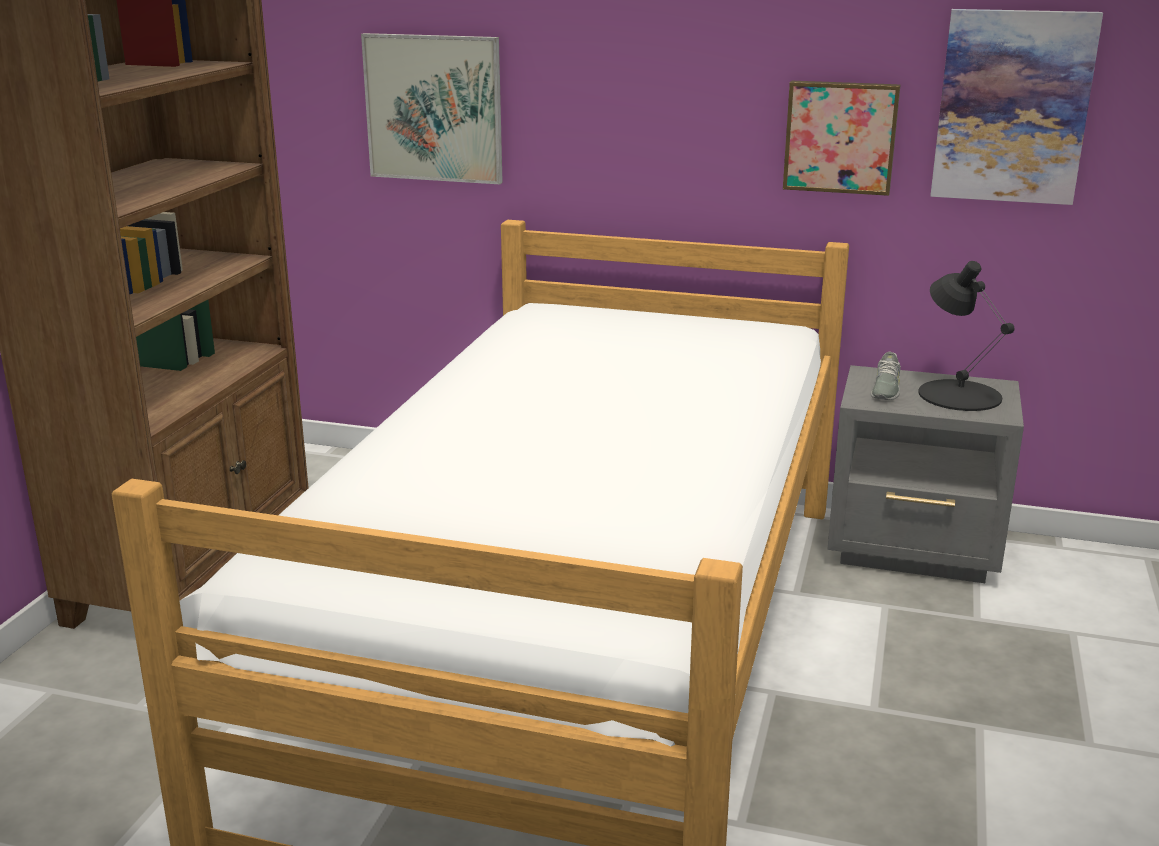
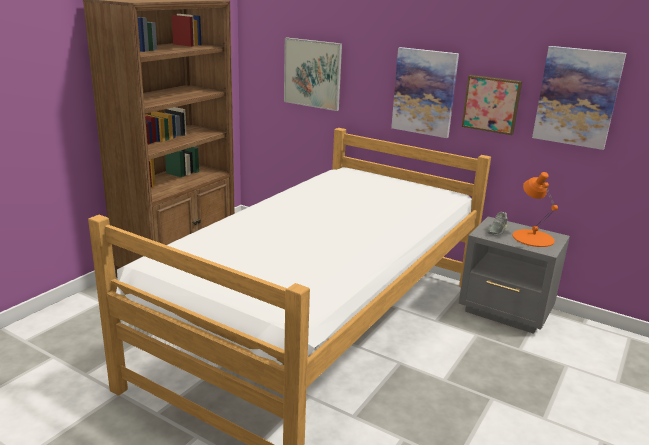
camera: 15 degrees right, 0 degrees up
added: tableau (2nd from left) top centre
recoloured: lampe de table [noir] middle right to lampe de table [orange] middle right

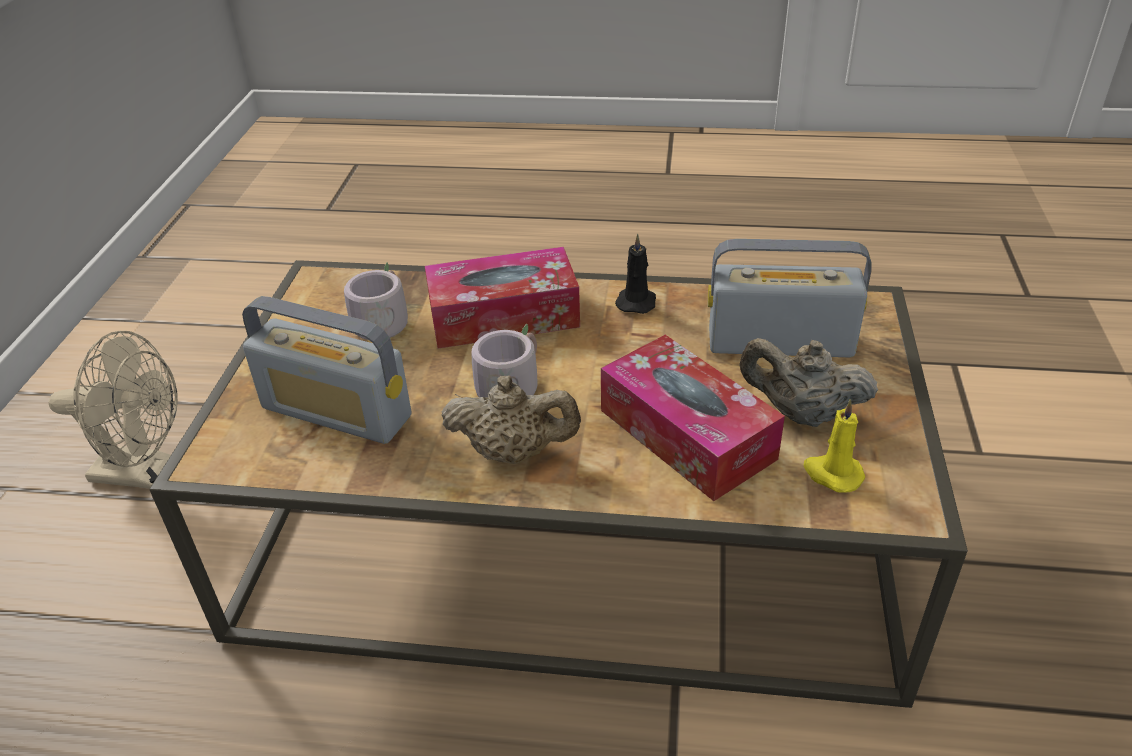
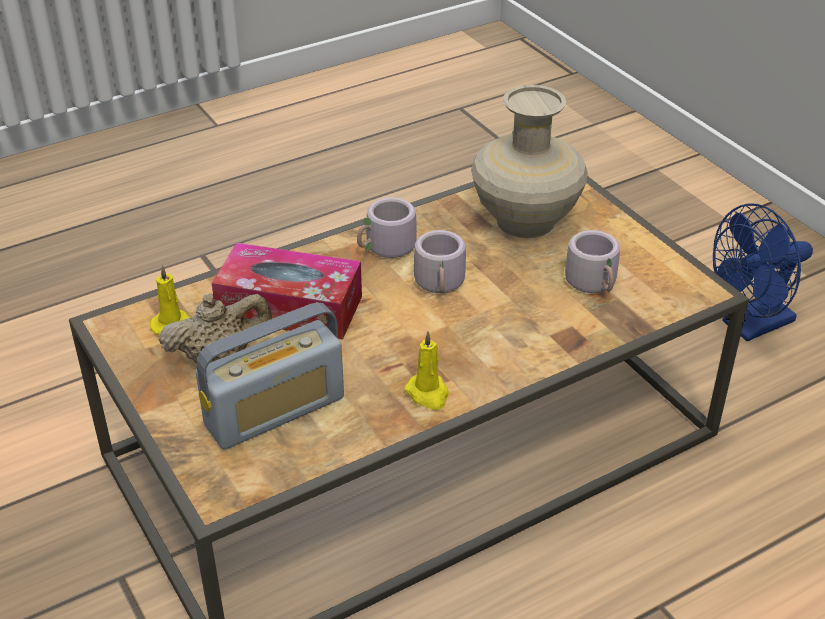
camera: 140 degrees right, 0 degrees up
removed: boîte à mouchoirs (1st from left) centre
replaced: radio (1st from left) middle left to vase [beige] top centre; théière [beige] (1st from left) centre to mug [gris] (1st from left) centre
recoloured: ventilateur [beige] middle left to ventilateur [bleu] middle right; bougie [noir] centre to bougie [jaune] (2nd from left) centre

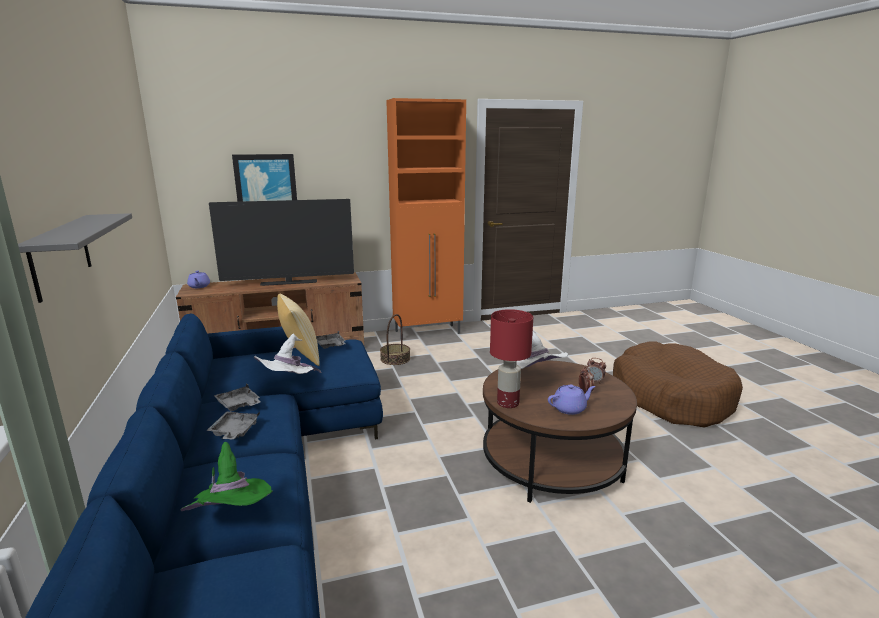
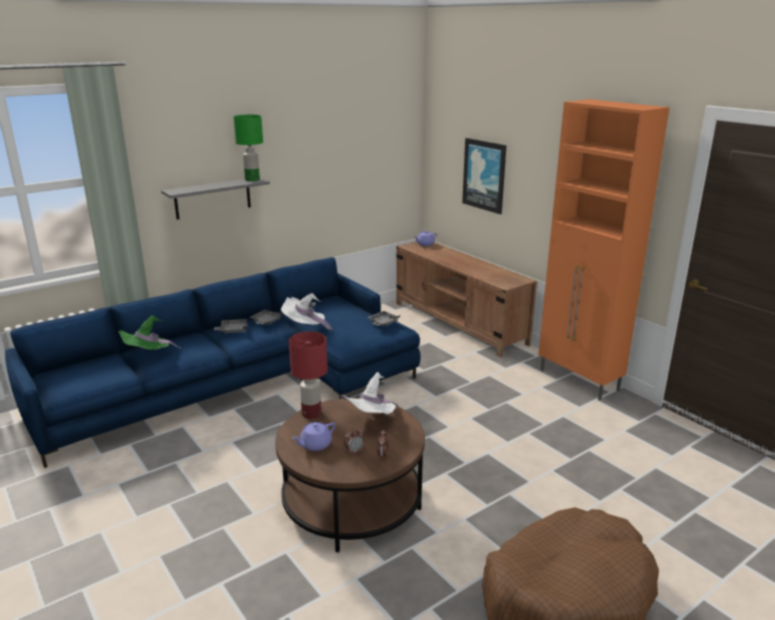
camera: 70 degrees right, 5 degrees up
removed: téléviseur middle left; coussin centre; panier centre
added: lampe de table [vert] top left
turned: théière [violet] (2nd from left in the first image) centre = bottom centre 90 degrees clockwise

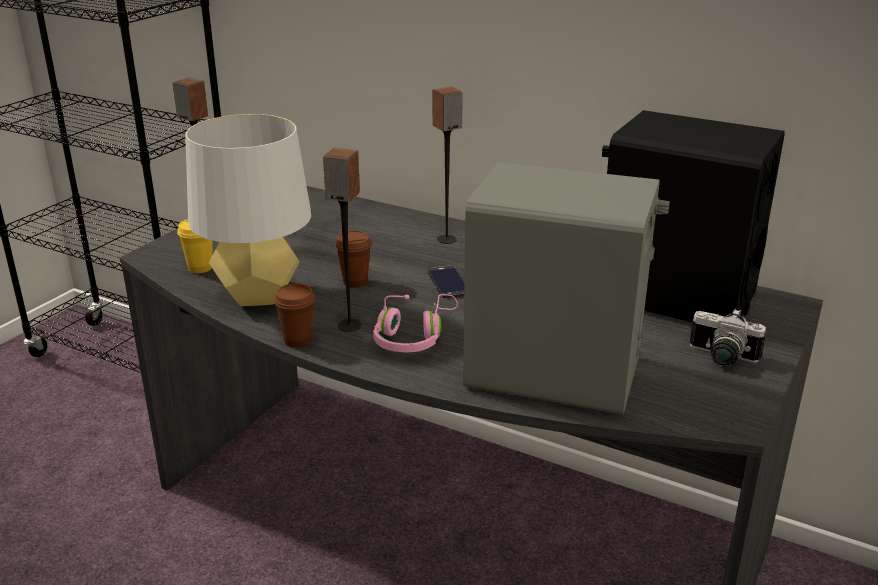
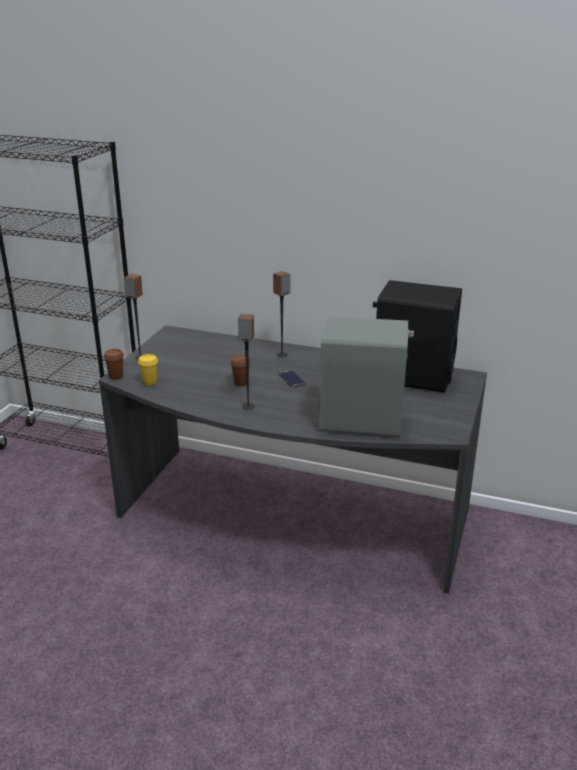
camera: 10 degrees left, 0 degrees up
removed: lampe de table [gris] middle left; casque audio [rose] centre; appareil photo middle right
moved: tasse [marron] (1st from left) centre to middle left

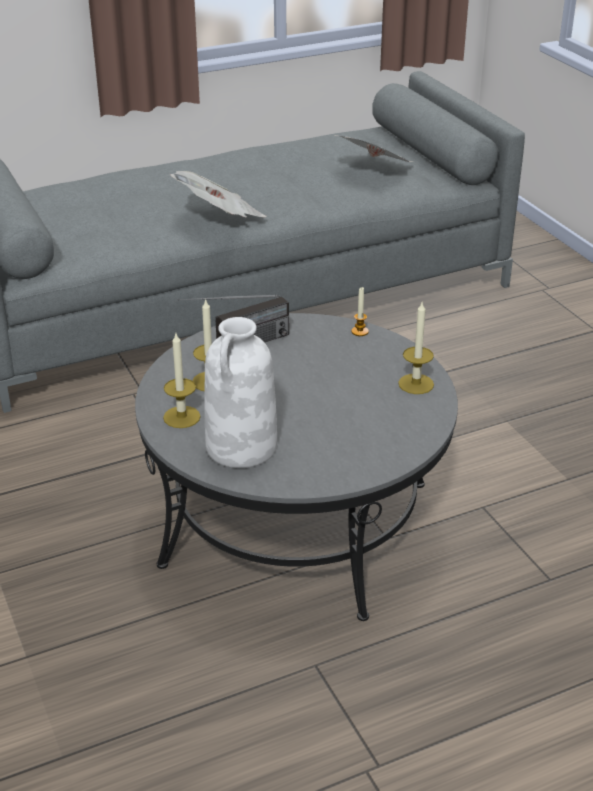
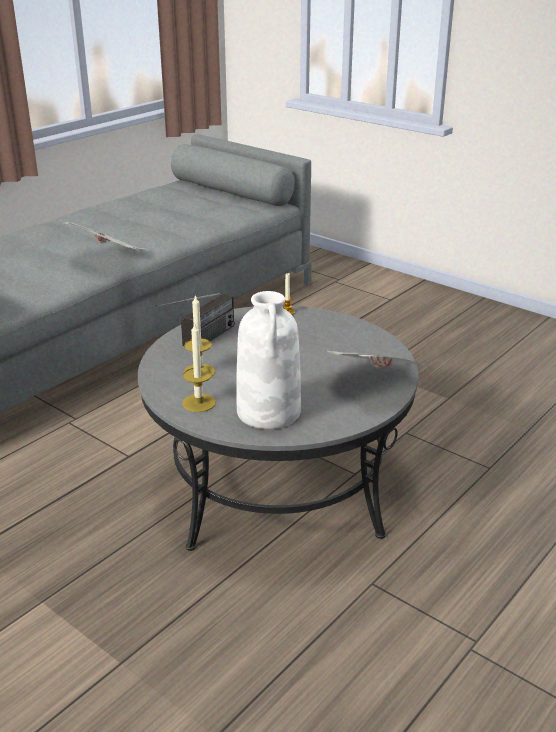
camera: 25 degrees left, 5 degrees down
removed: bougie (4th from left) middle right
moved: journal (2nd from left) top centre to middle right

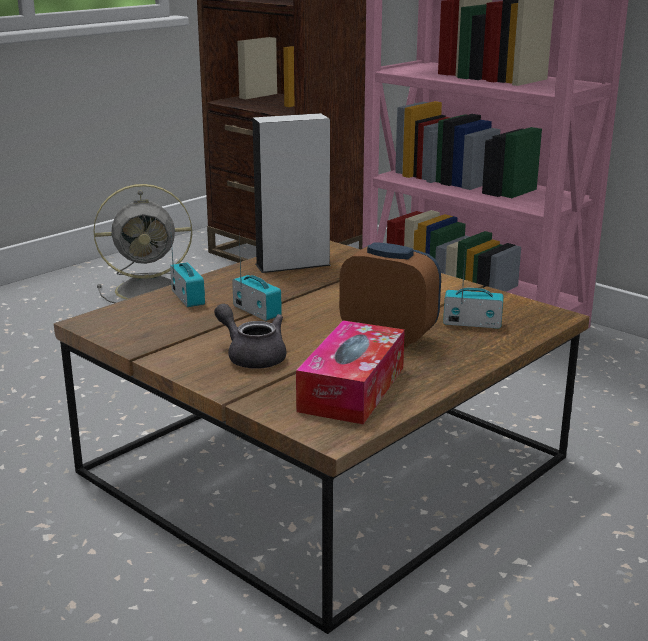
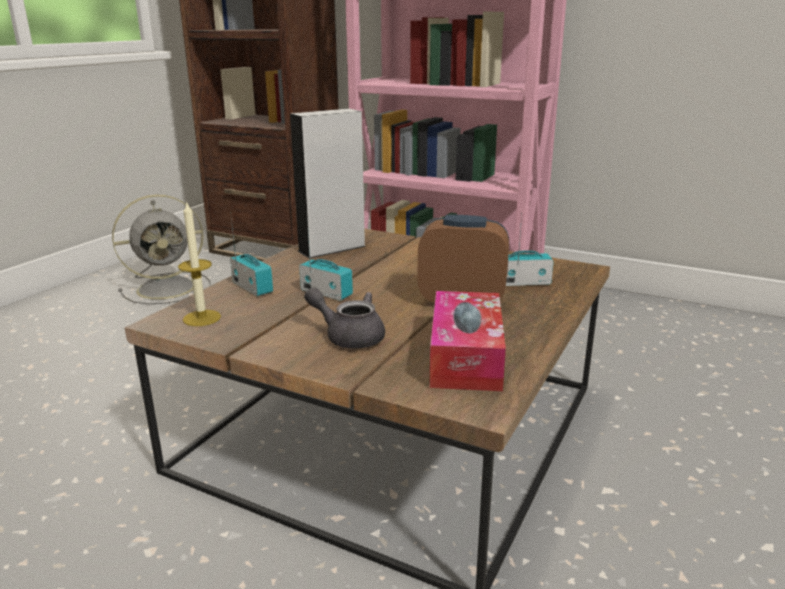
camera: 15 degrees left, 0 degrees up
added: bougie middle left

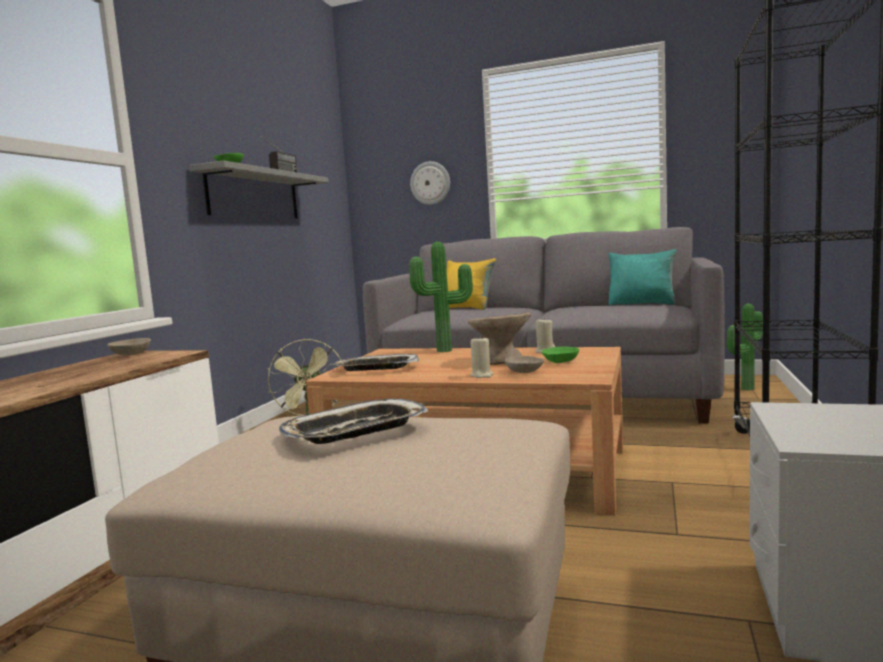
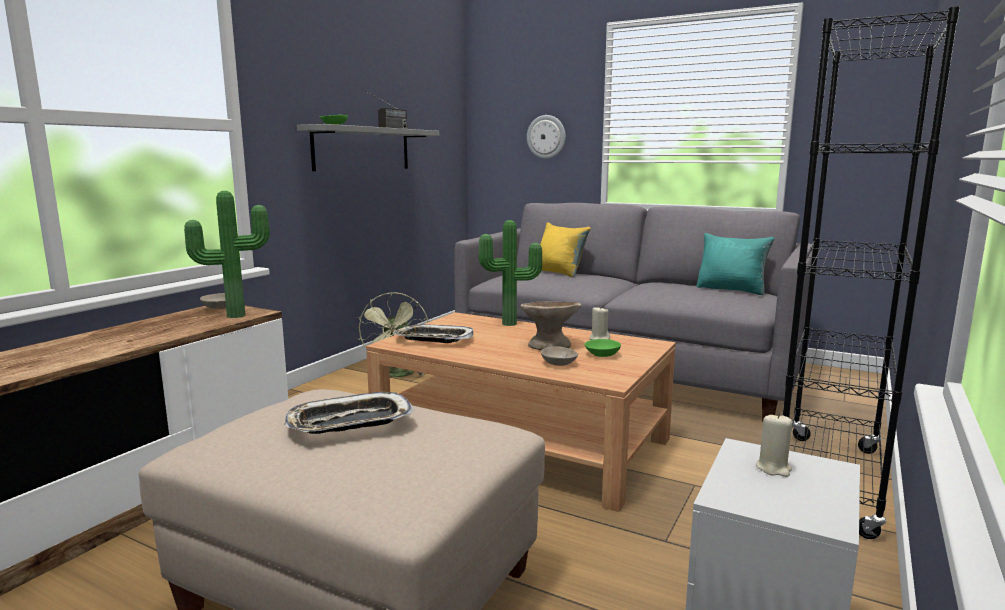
camera: 10 degrees right, 5 degrees up
moved: bougie [beige] (1st from left in the first image) centre to bougie [beige] (2nd from left) bottom right; plante en pot (2nd from left in the first image) middle right to plante en pot (1st from left) middle left

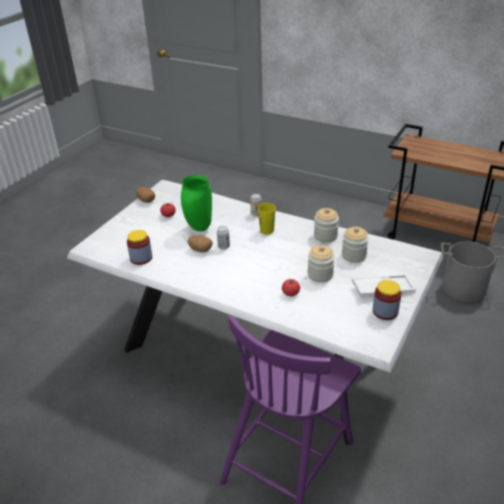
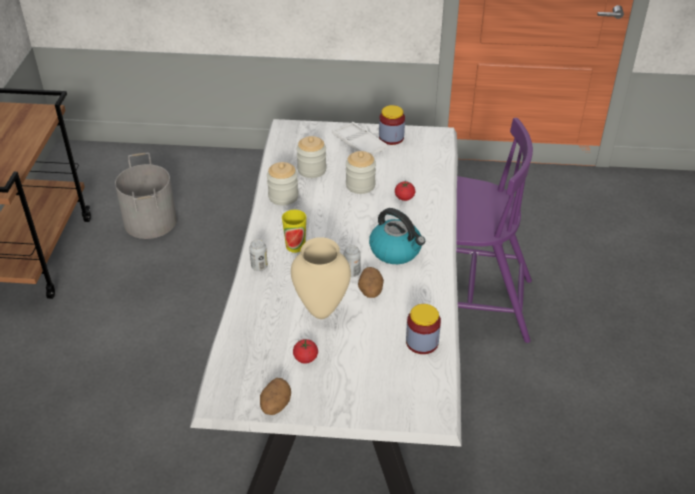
camera: 115 degrees left, 5 degrees up
added: bouilloire centre
recoloured: vase [vert] centre to vase [beige] centre

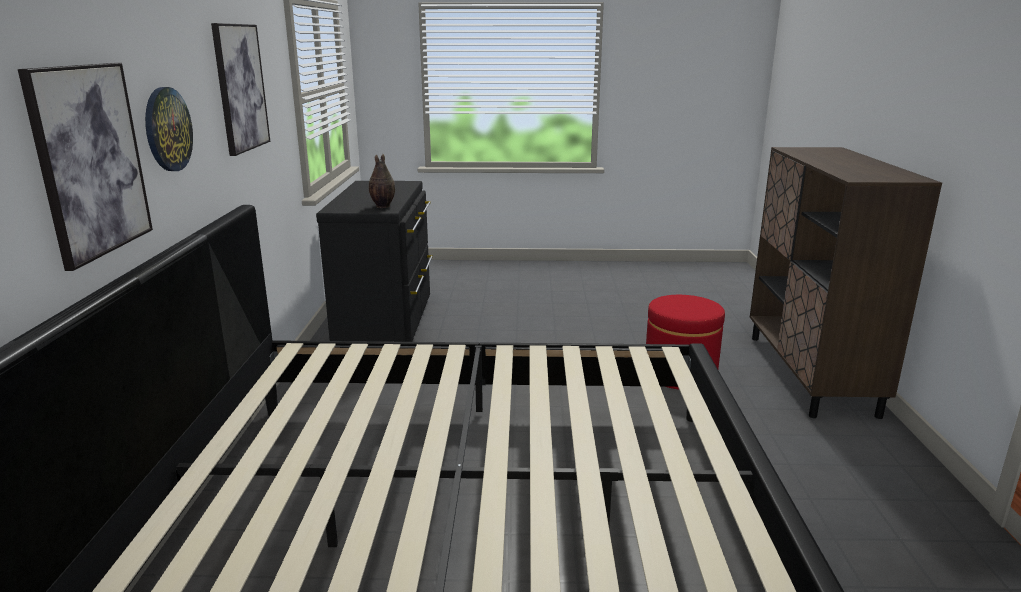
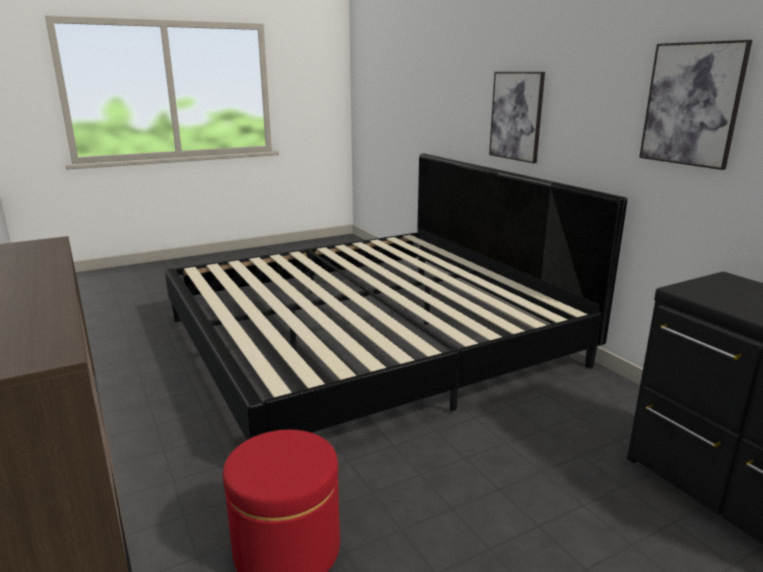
camera: 150 degrees right, 0 degrees up
removed: horloge murale top left; vase top centre

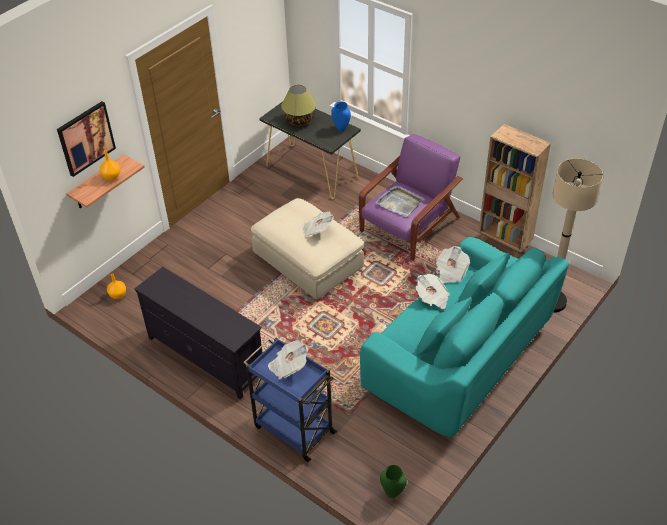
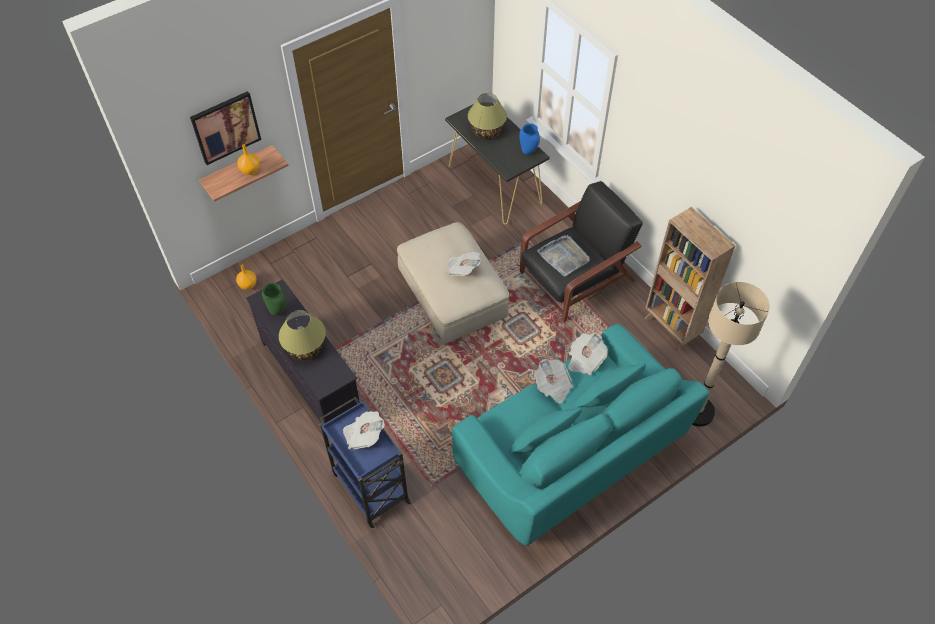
camera: 15 degrees right, 10 degrees up
added: lampe de table (1st from left) middle left
moved: vase [vert] bottom centre to middle left
recoloured: fauteuil [violet] centre to fauteuil [noir] centre

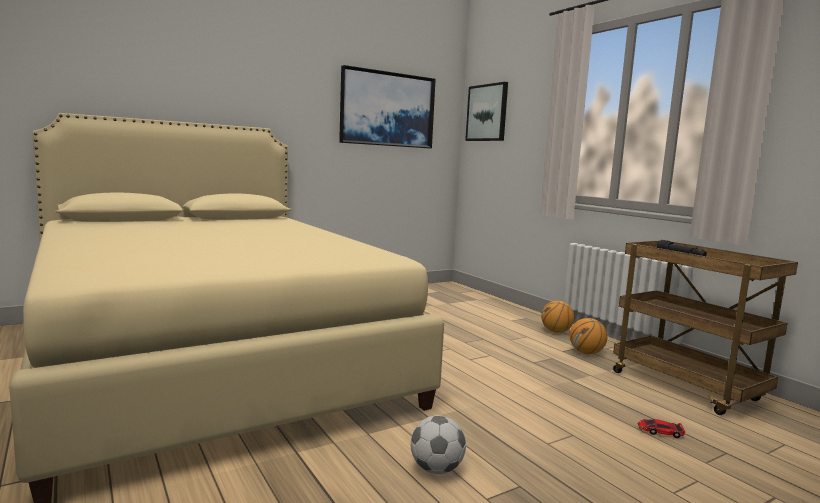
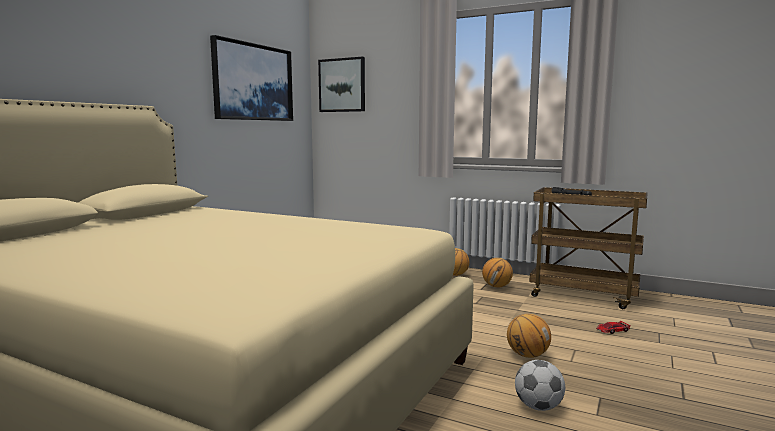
camera: 30 degrees left, 0 degrees up
added: ballon de basket (3rd from left) bottom right

